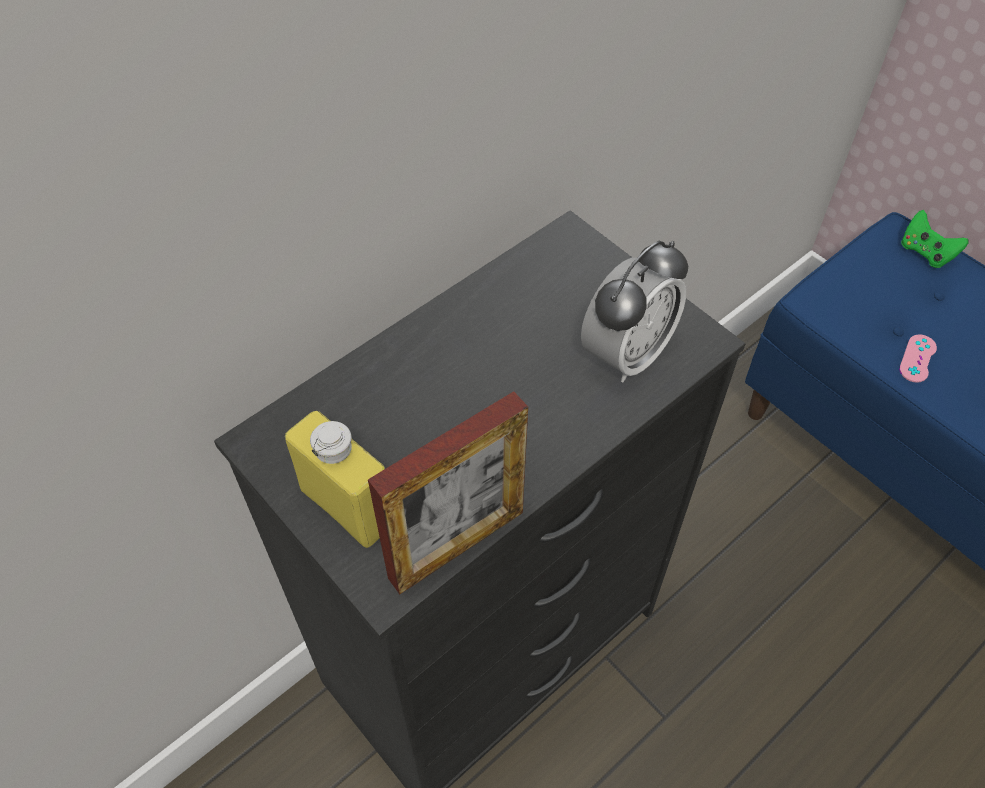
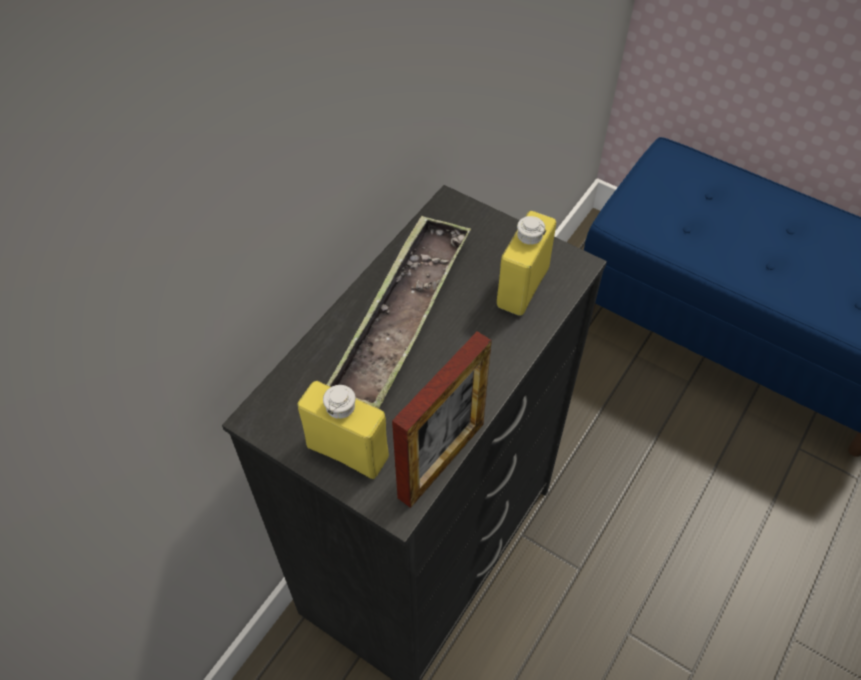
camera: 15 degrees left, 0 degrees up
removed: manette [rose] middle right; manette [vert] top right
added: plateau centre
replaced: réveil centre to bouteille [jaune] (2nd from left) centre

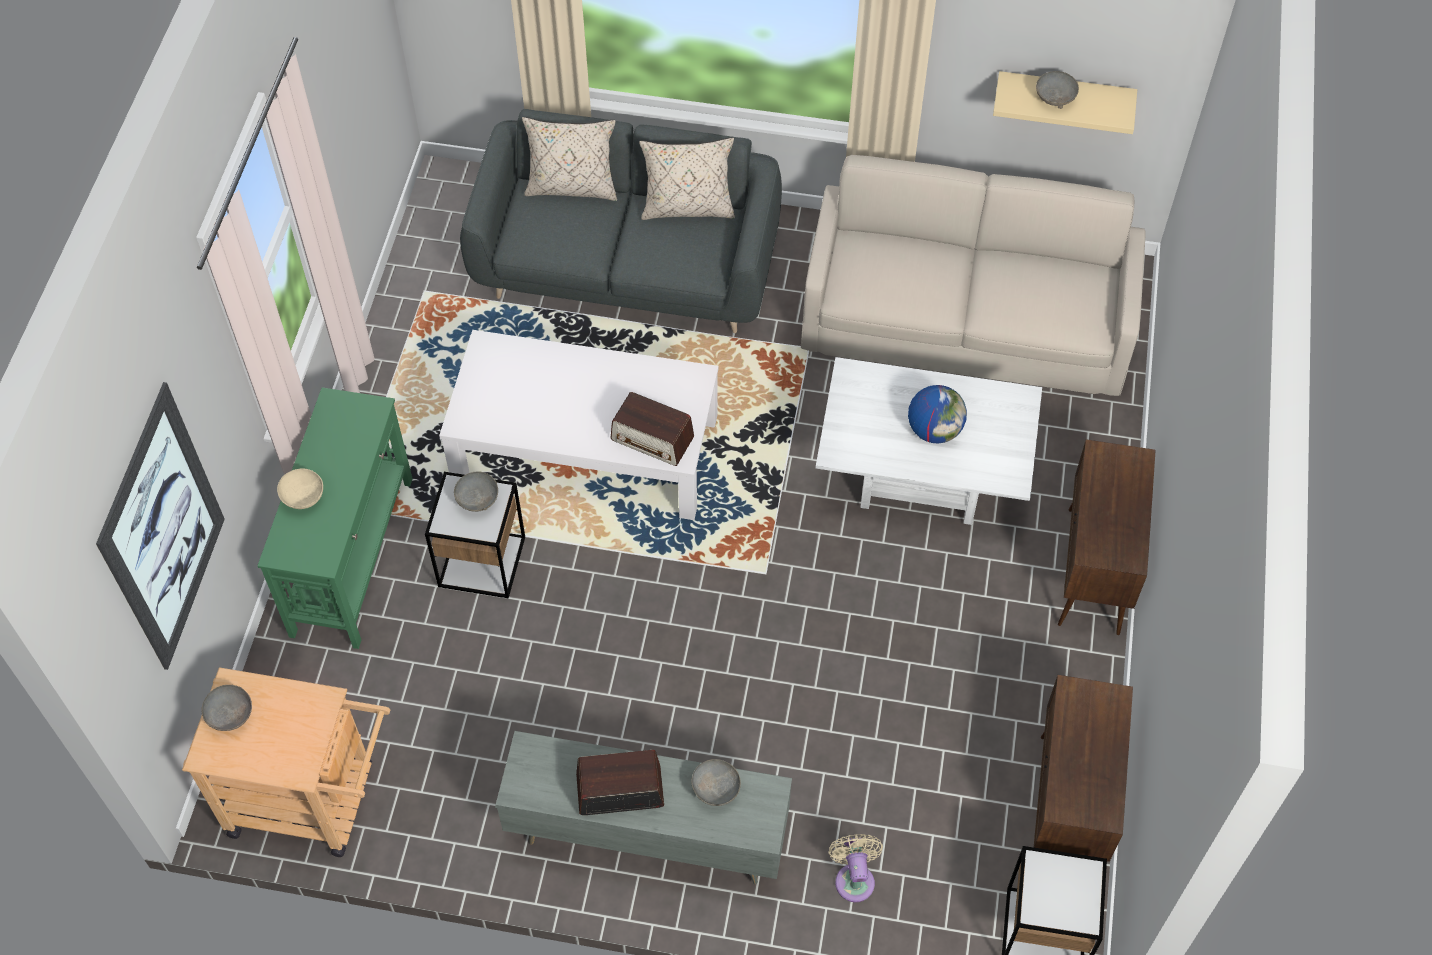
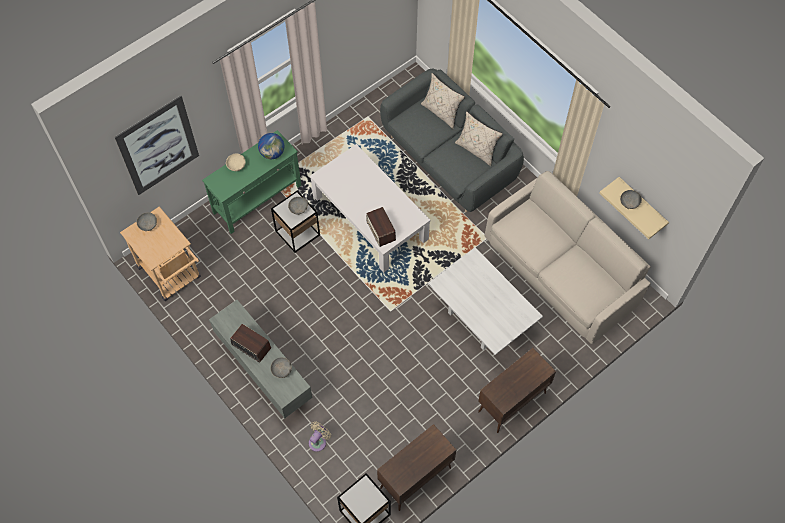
camera: 40 degrees right, 5 degrees up
moved: globe centre to top centre

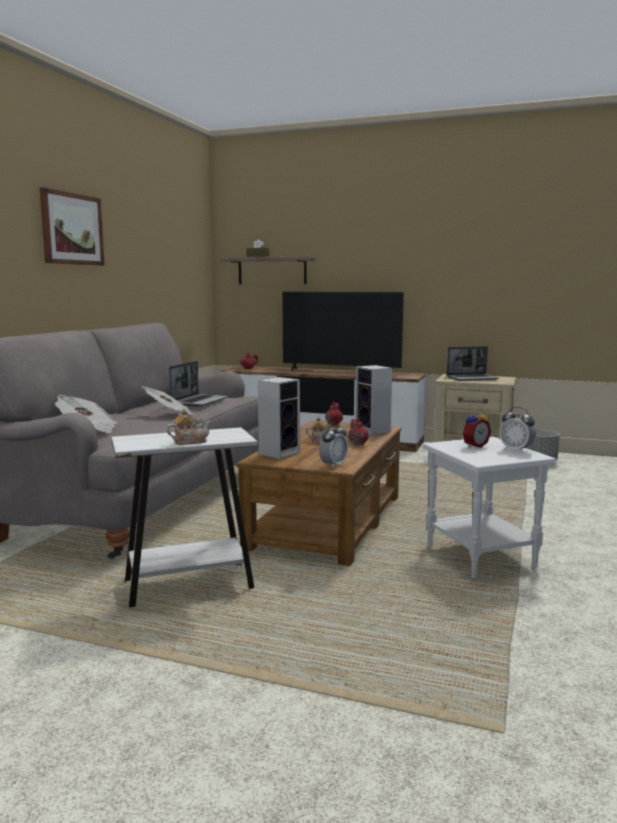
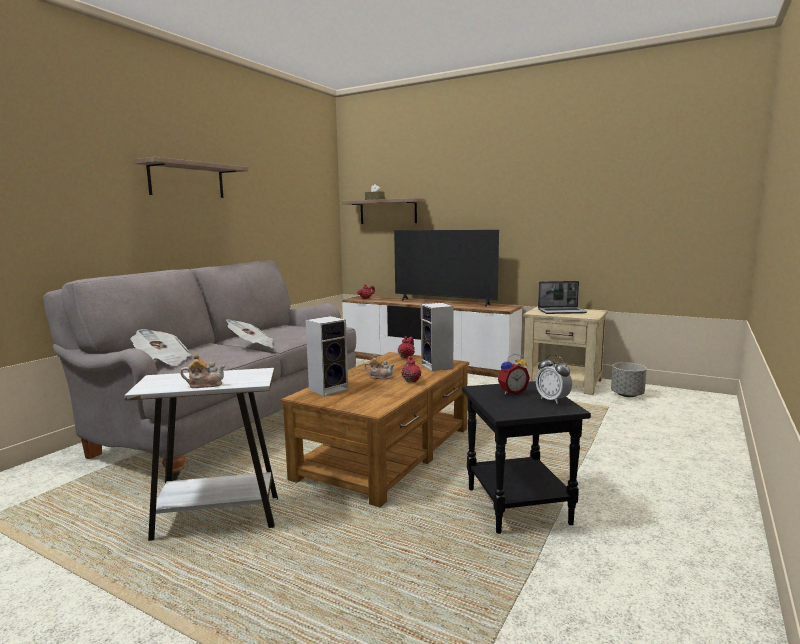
camera: 10 degrees right, 0 degrees up
removed: ordinateur portable (1st from left) middle left; réveil (1st from left) centre
replaced: tableau top left to étagère (1st from left) top left
recoloured: table d'appoint [blanc] (2nd from left) middle right to table d'appoint [noir] bottom centre

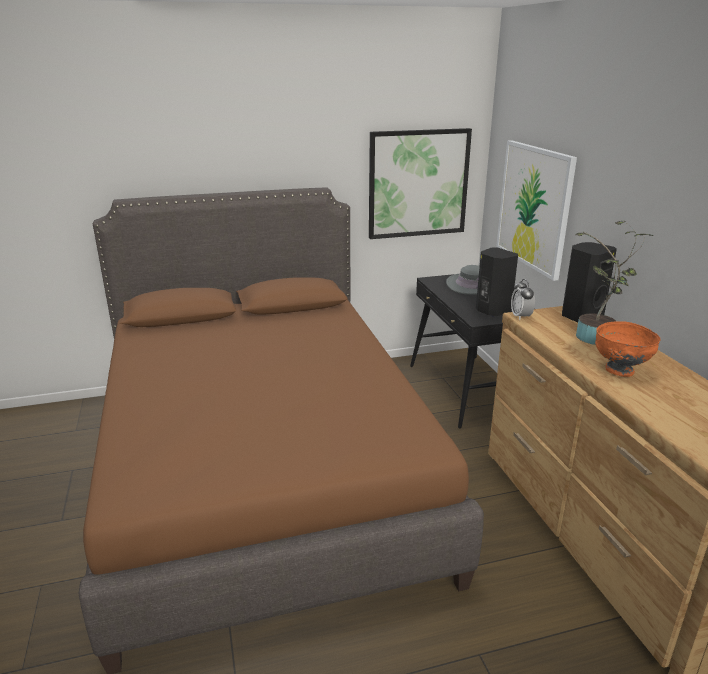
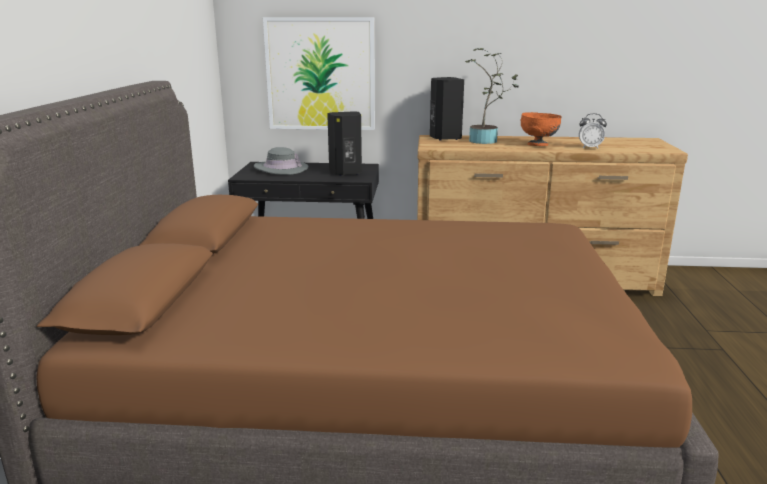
camera: 70 degrees left, 5 degrees down
removed: tableau (1st from left) top centre
moved: réveil middle right to top right

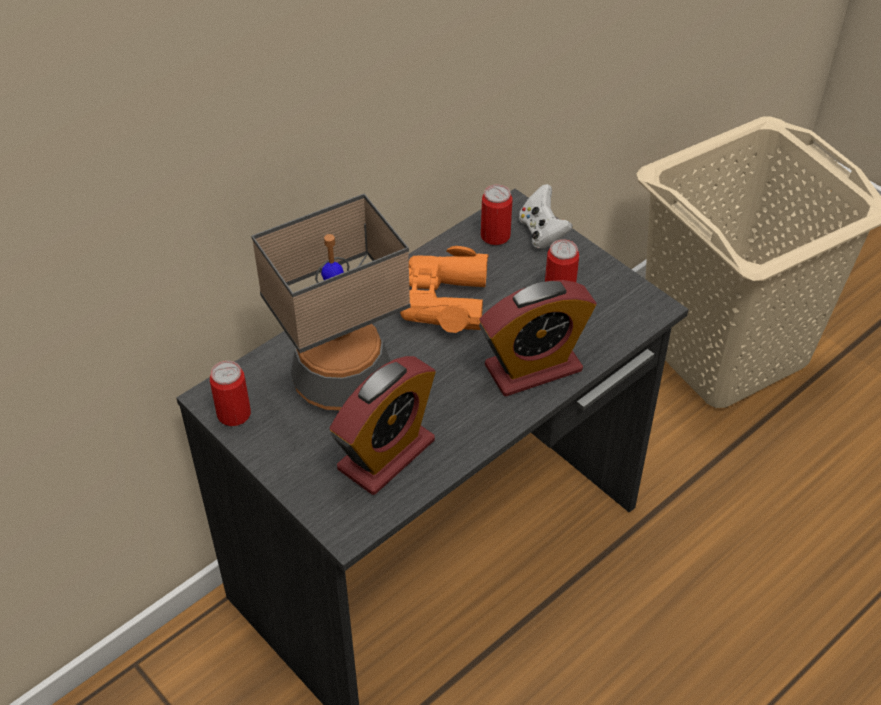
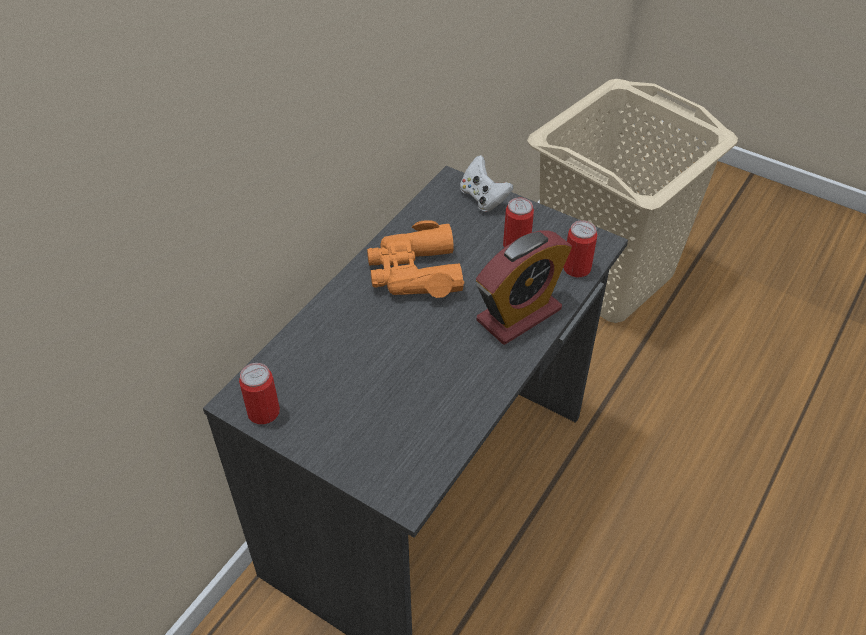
camera: 15 degrees left, 0 degrees up
removed: lampe de table centre; réveil (1st from left) centre
moved: boîte métallique (2nd from left in the first image) top centre to boîte métallique (3rd from left) middle right

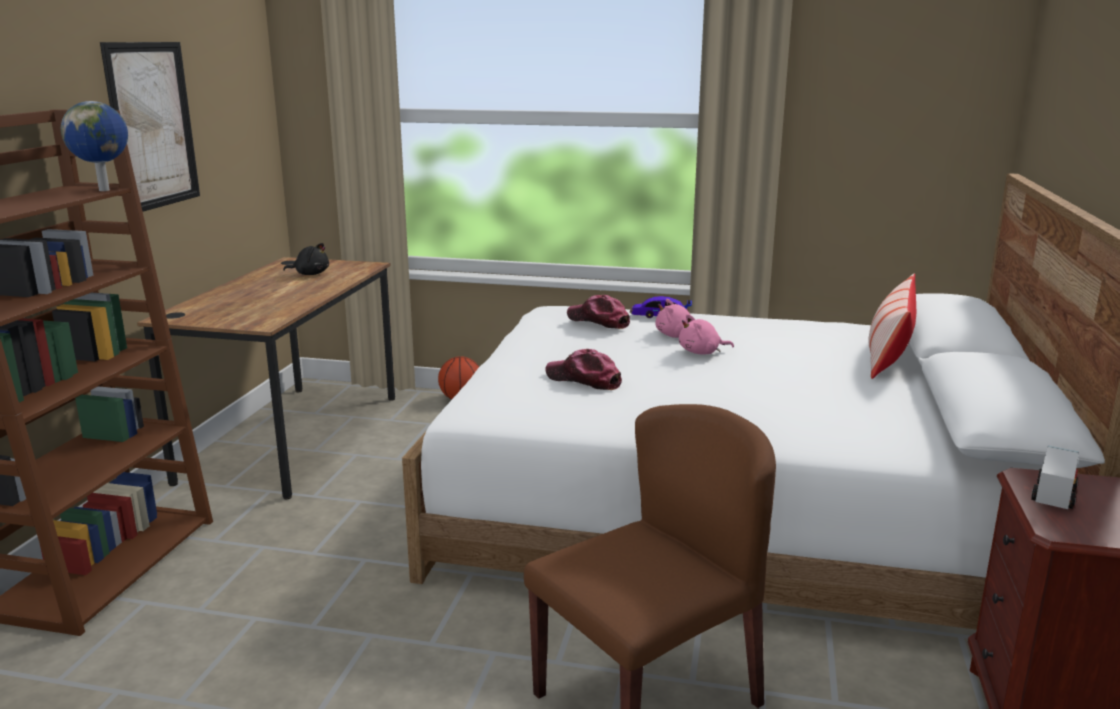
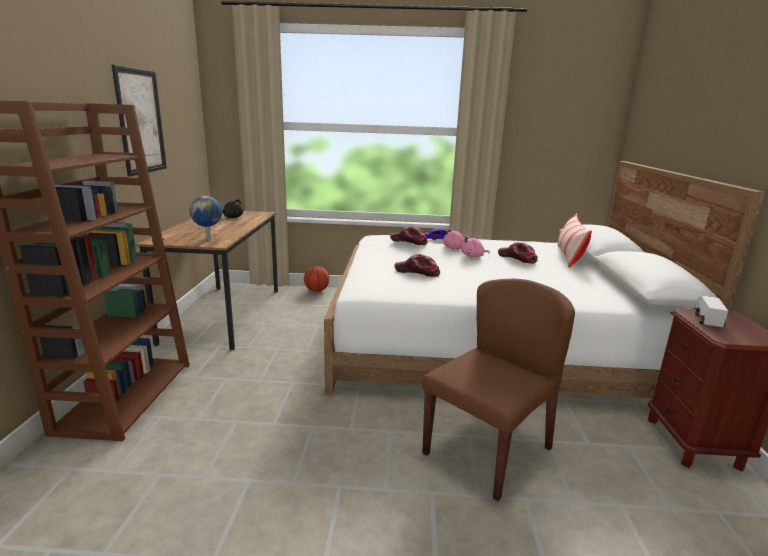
camera: 10 degrees left, 0 degrees up
added: casquette (3rd from left) middle right
moved: globe top left to middle left

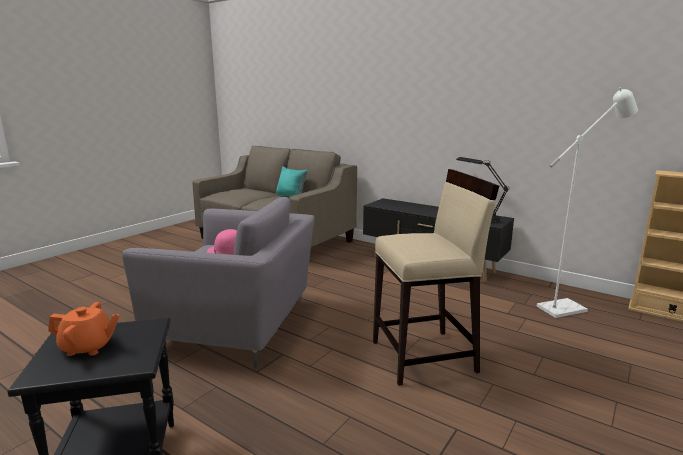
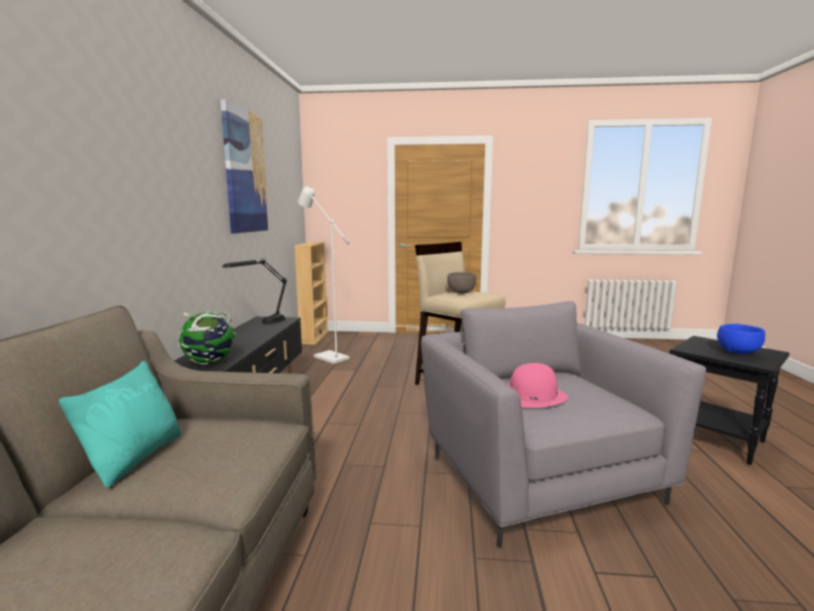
camera: 120 degrees left, 5 degrees down
added: globe middle left; tableau top left; bol [marron] centre
replaced: théière [orange] bottom left to bol [bleu] middle right

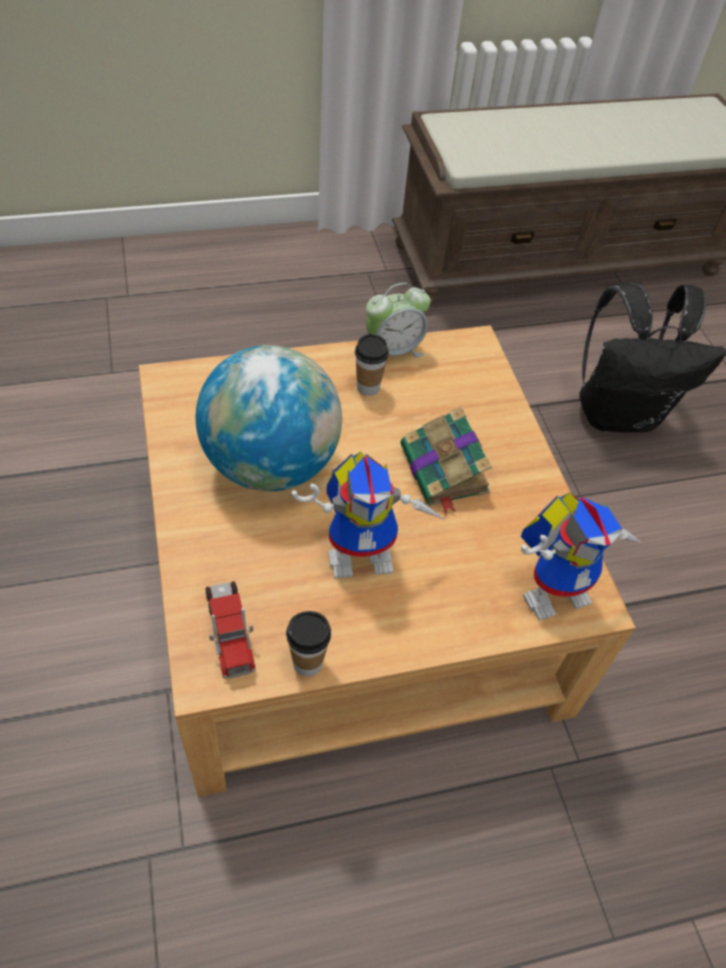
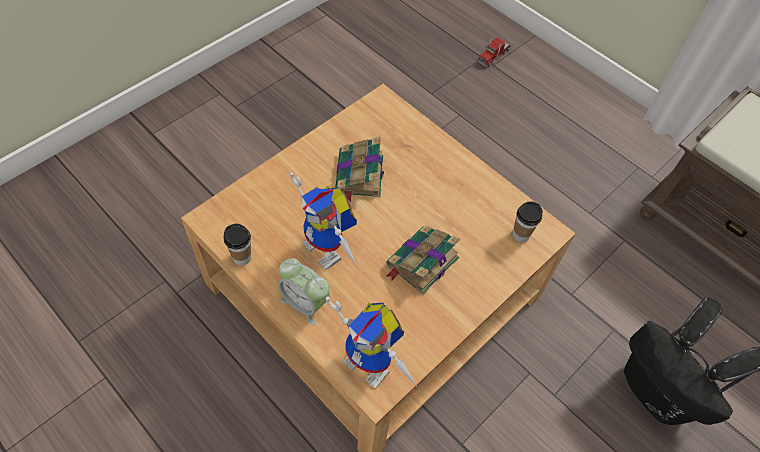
camera: 60 degrees right, 5 degrees up
moved: camion jouet middle left to top centre; tasse (2nd from left) centre to middle right; réveil top centre to centre
replaced: globe centre to livre (1st from left) centre

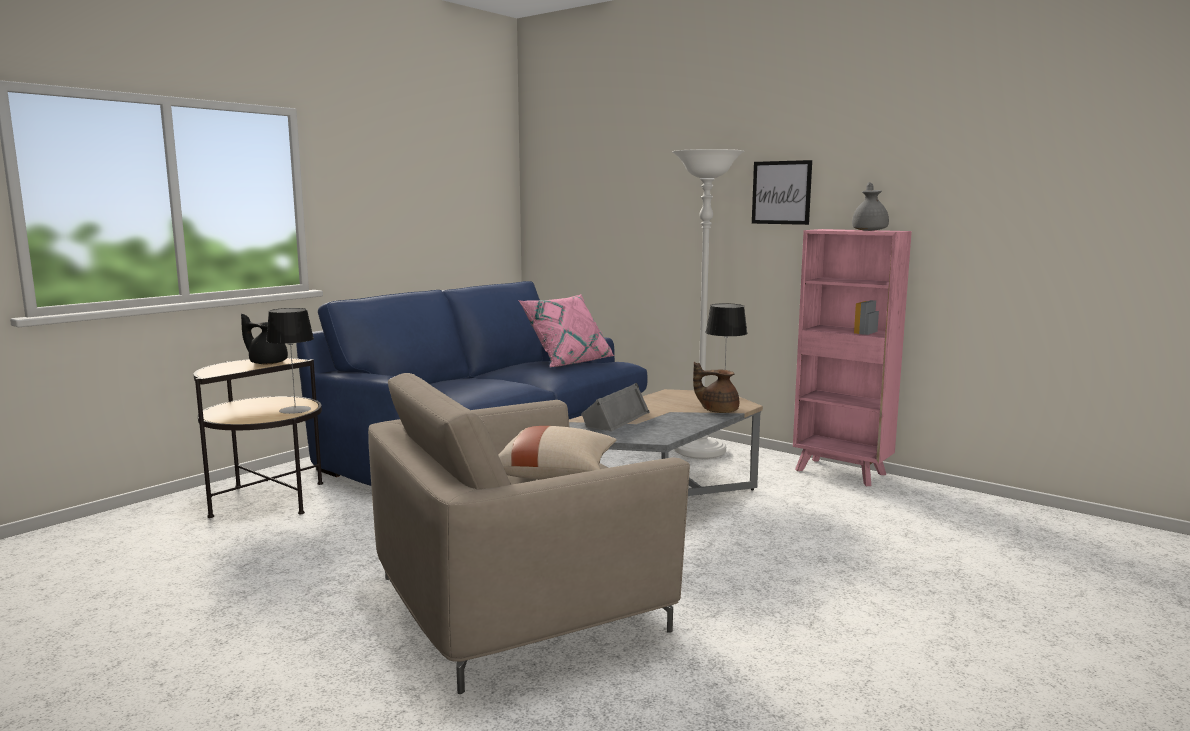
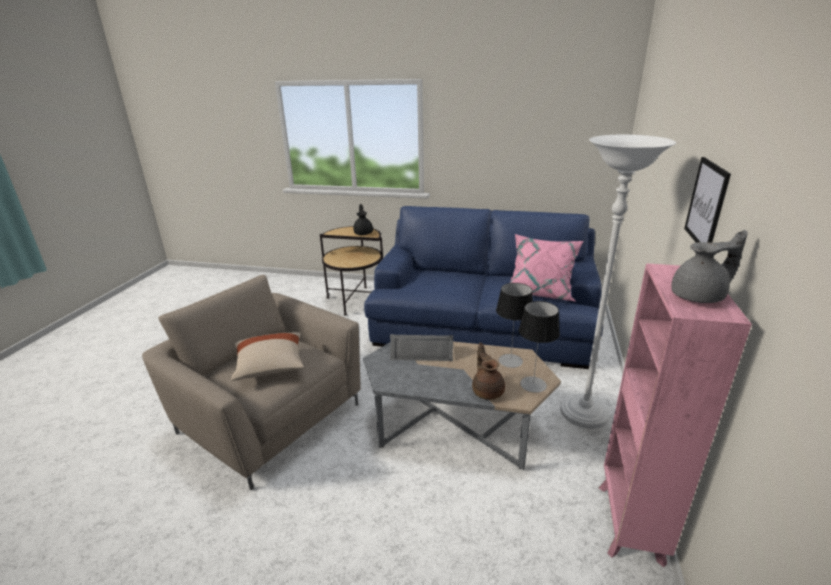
camera: 65 degrees right, 15 degrees up
moved: lampe de table (1st from left) middle left to centre

